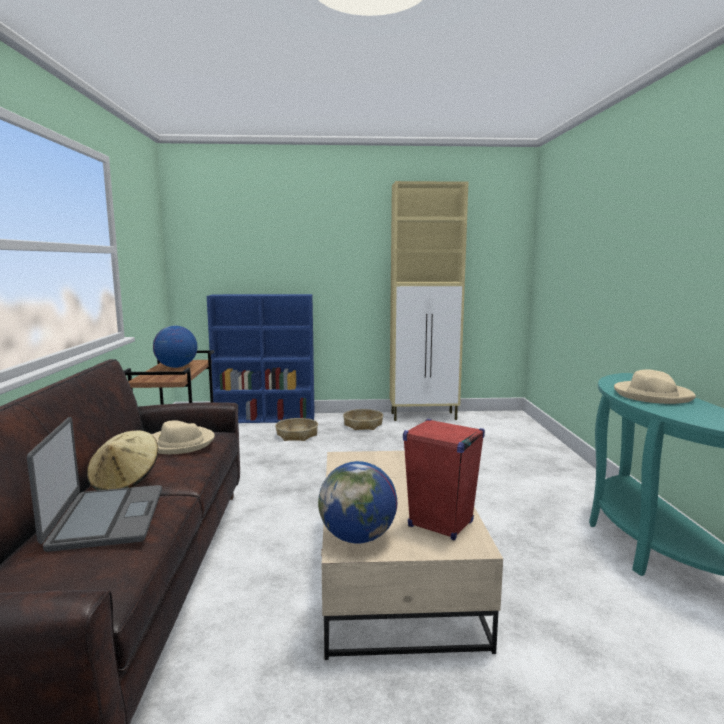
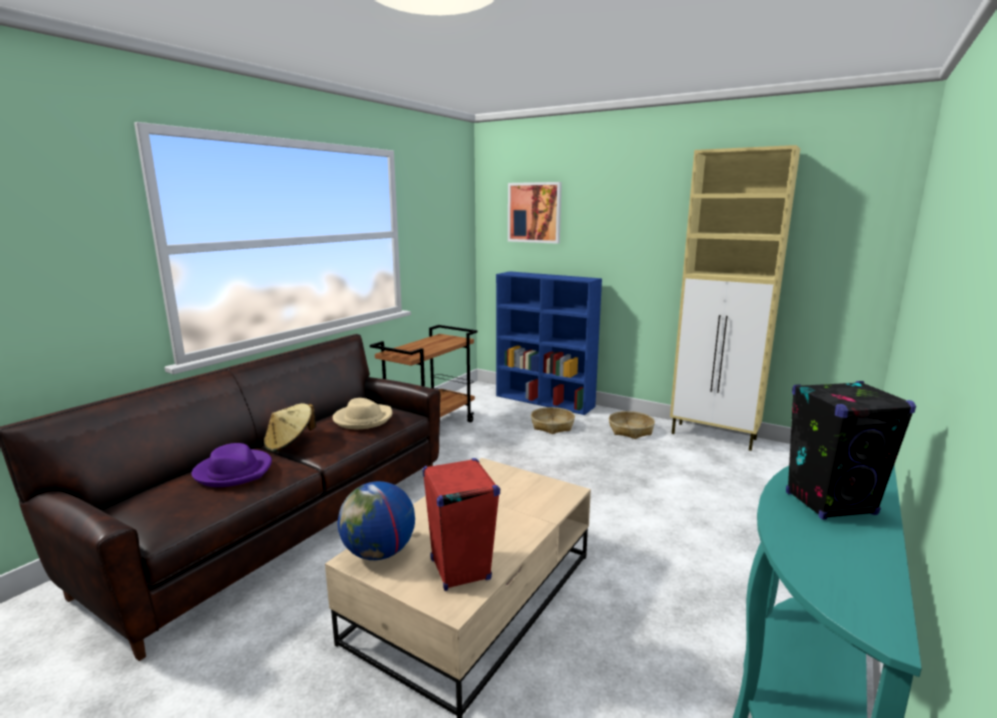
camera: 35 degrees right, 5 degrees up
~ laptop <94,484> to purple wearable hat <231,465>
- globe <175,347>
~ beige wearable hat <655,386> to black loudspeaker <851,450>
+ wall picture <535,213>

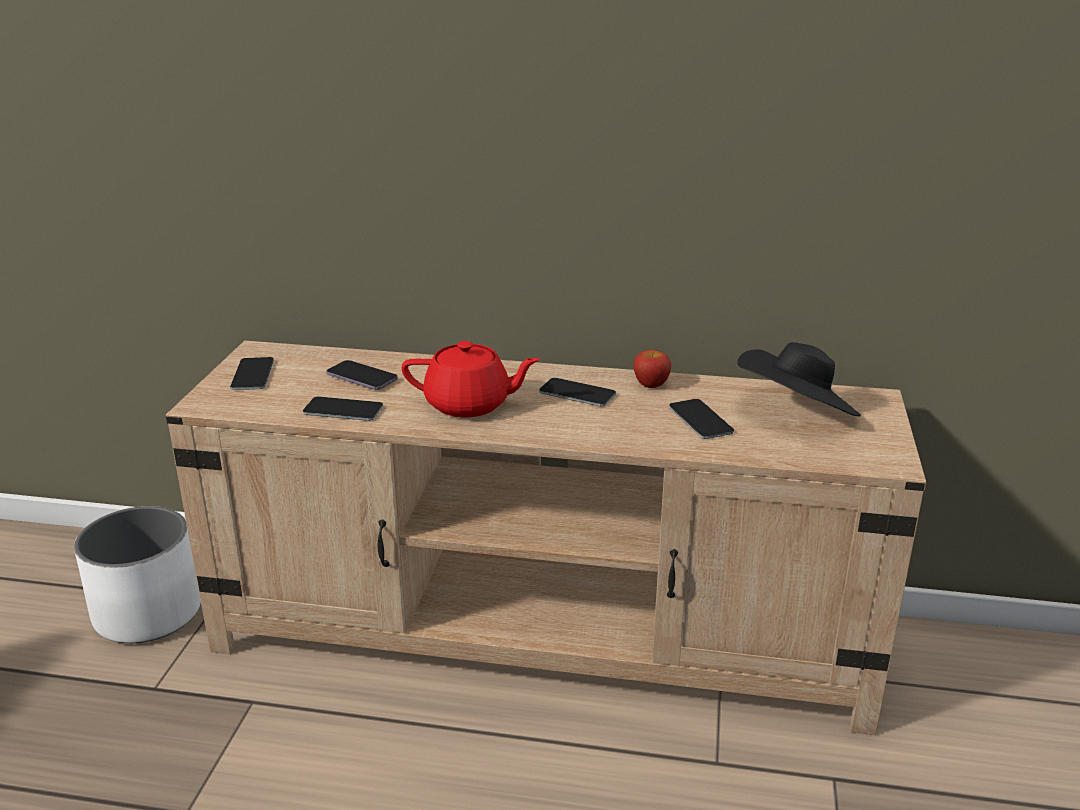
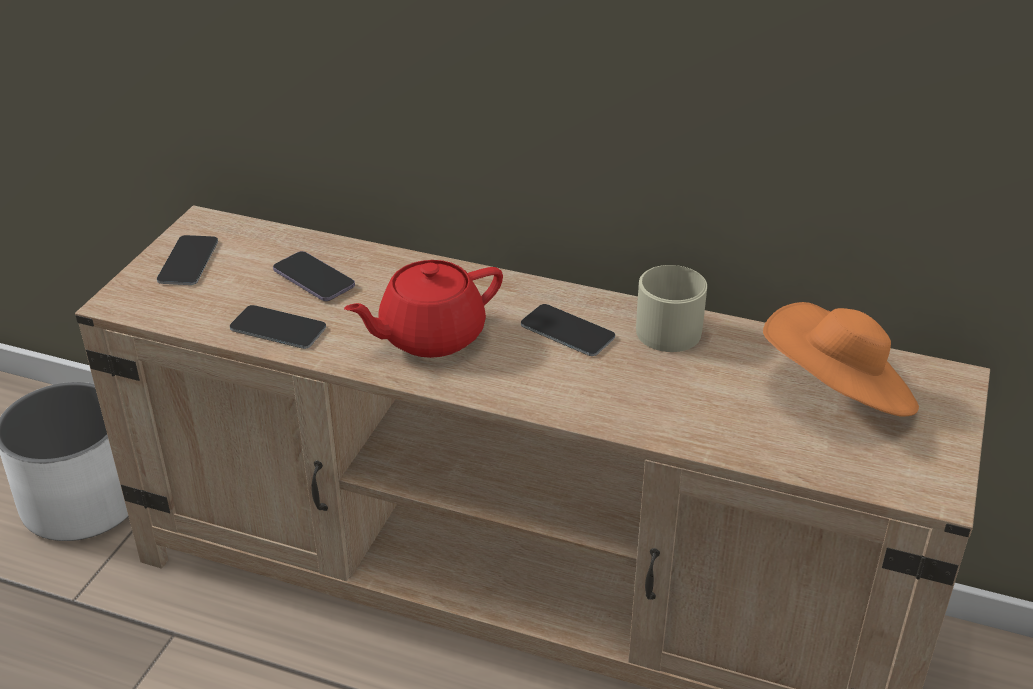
camera: 10 degrees right, 10 degrees up
~ red tea pot <470,379> = <423,309> 135 degrees clockwise
~ apple fruit <652,369> to beige tea mug <671,308>
- phone <701,419>
~ black wearable hat <799,379> to orange wearable hat <841,359>

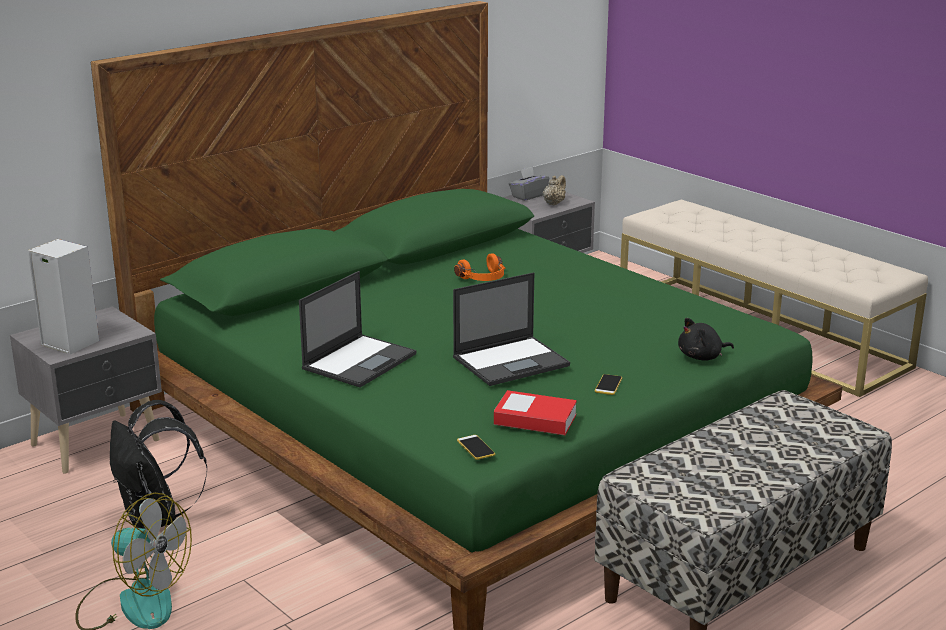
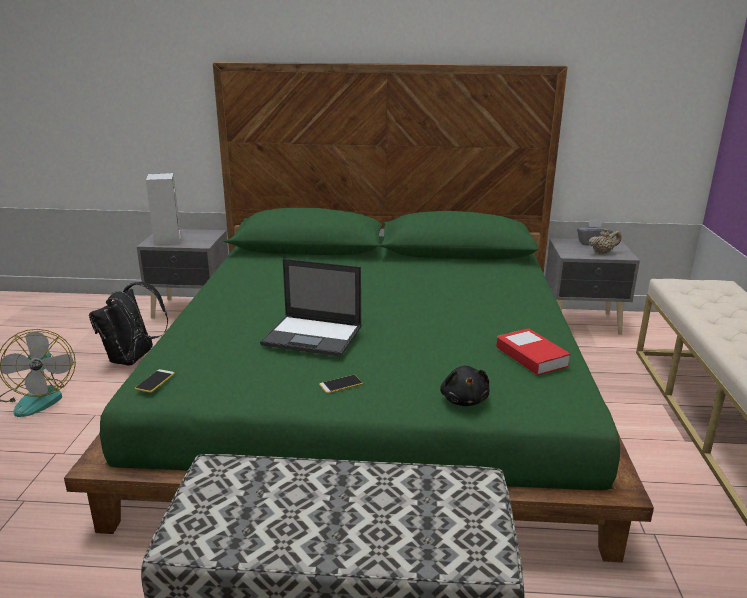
camera: 45 degrees right, 0 degrees up
- laptop <357,329>
- orange pair of headphones <479,267>
~ volume <535,412> to <533,352>
~ black soft toy <706,339> = <464,386> 120 degrees counterclockwise

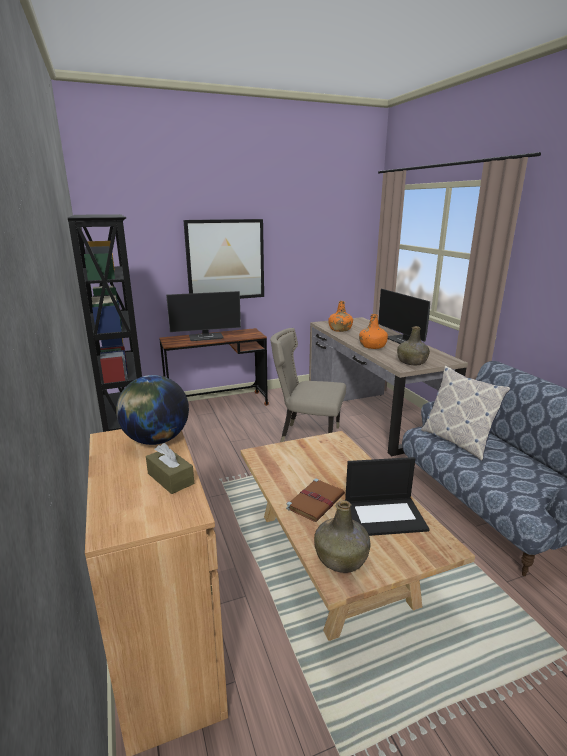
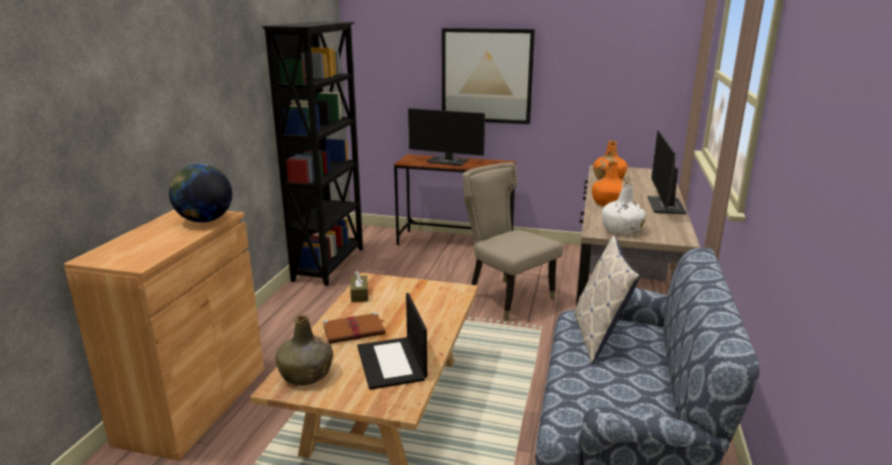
camera: 35 degrees right, 0 degrees up
~ brown tissue holder <170,468> to <359,286>
~ laptop <387,496> = <392,341> 45 degrees clockwise
~ green drink bottle <413,345> to white drink bottle <624,208>

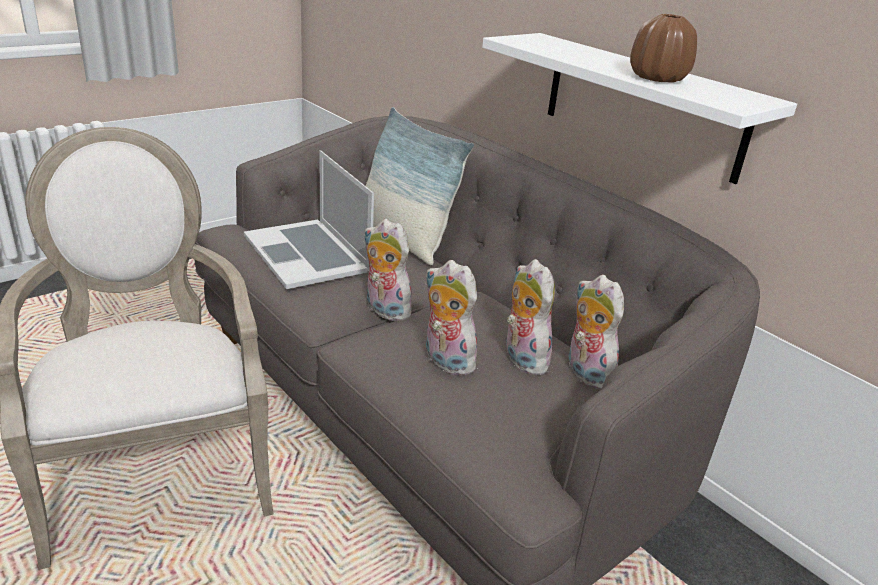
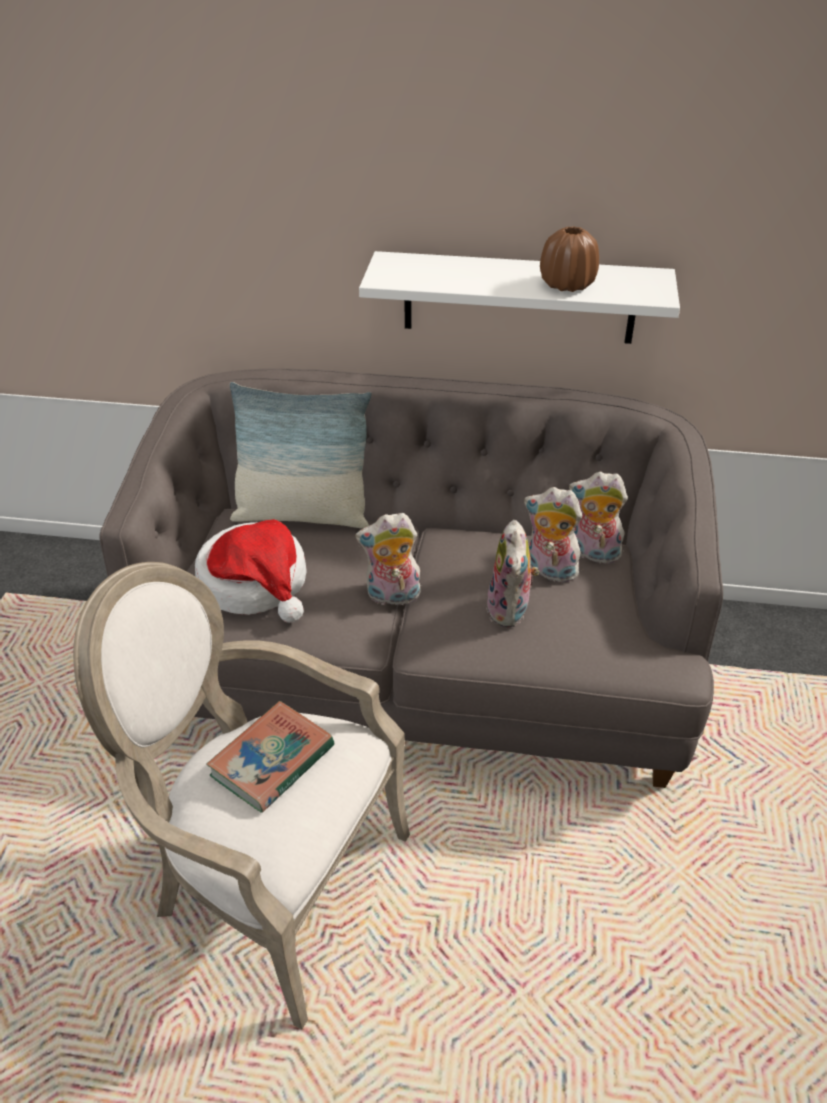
camera: 40 degrees left, 10 degrees up
~ laptop <309,219> to wearable hat <250,571>
~ soft toy <453,318> = <512,573> 90 degrees counterclockwise
+ volume <270,757>

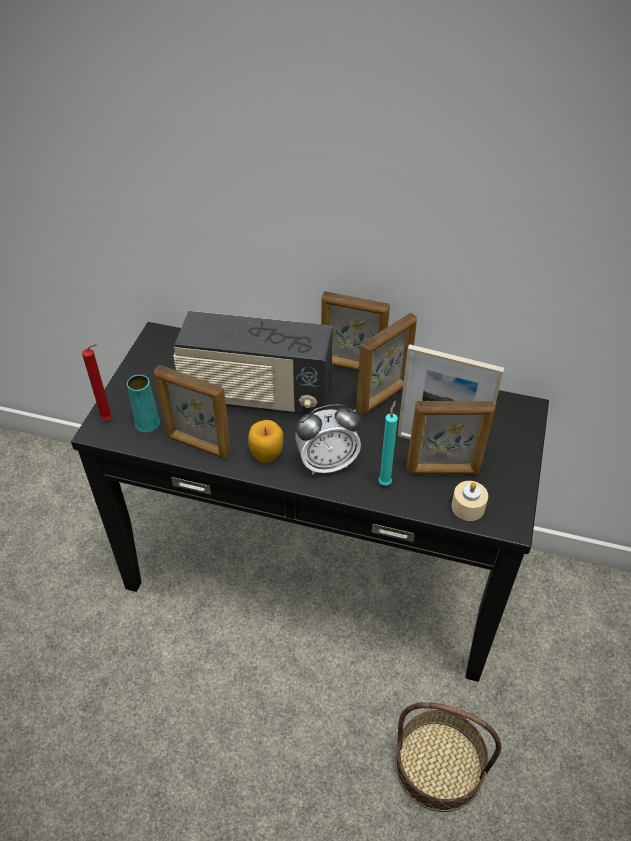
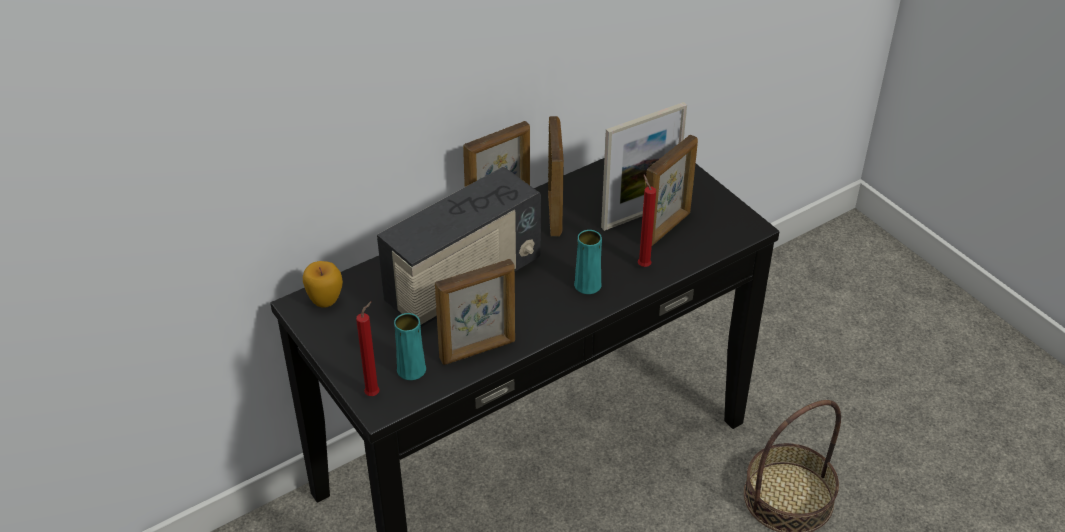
camera: 50 degrees left, 5 degrees down
~ apple fruit <266,441> to <323,284>
~ alarm clock <328,439> to blue-green vase <588,262>
~ blue-green wax light <388,443> to red wax light <647,221>
- beige wax light <469,501>

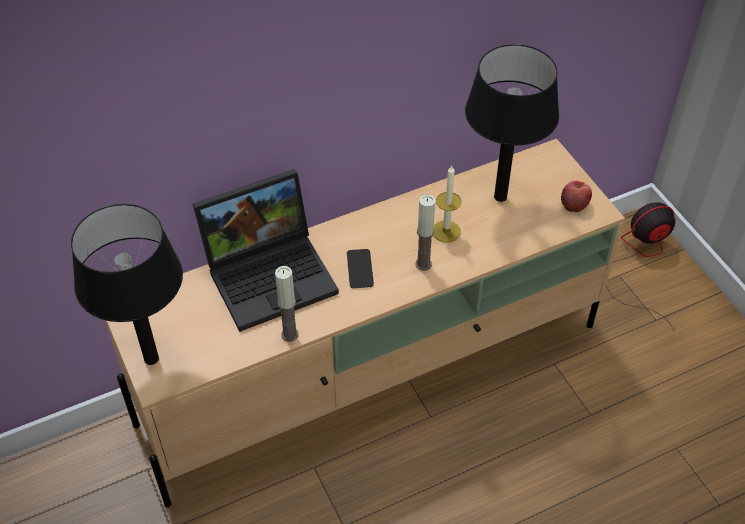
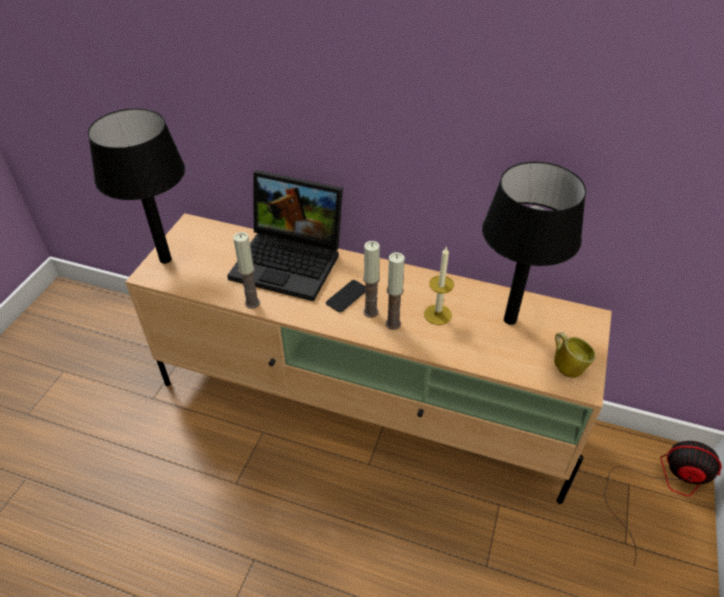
camera: 45 degrees right, 5 degrees down
~ apple fruit <576,196> to tea mug <575,355>
+ wax light <371,279>

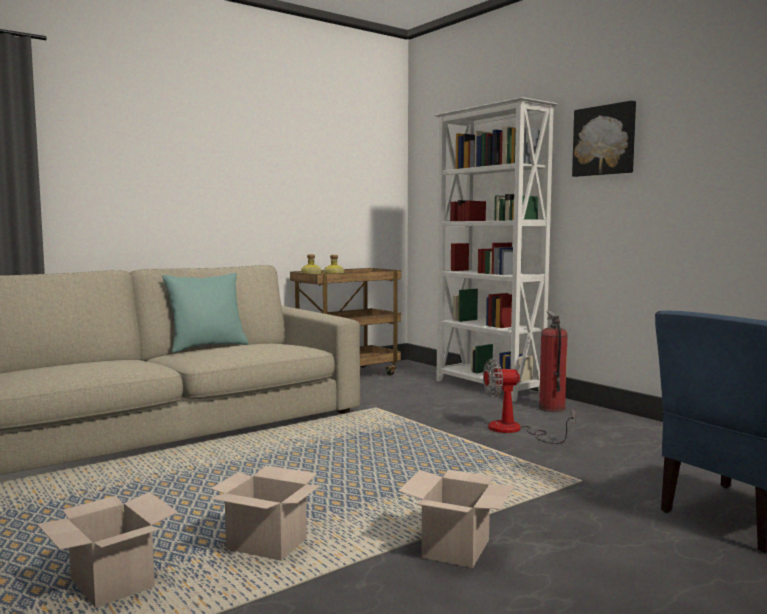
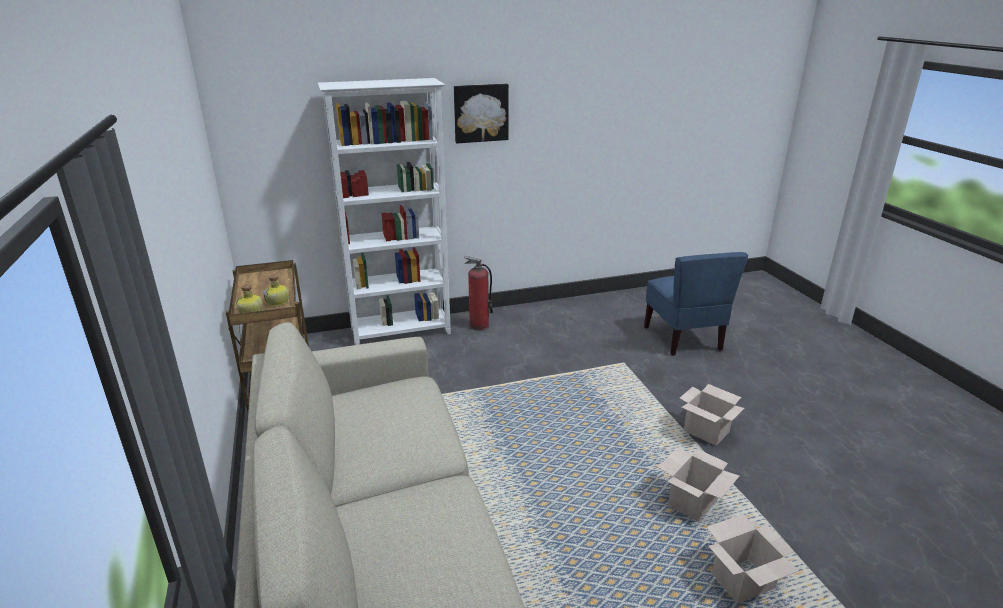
camera: 70 degrees left, 20 degrees up
- blue-green pillow <205,313>
- fan <529,401>

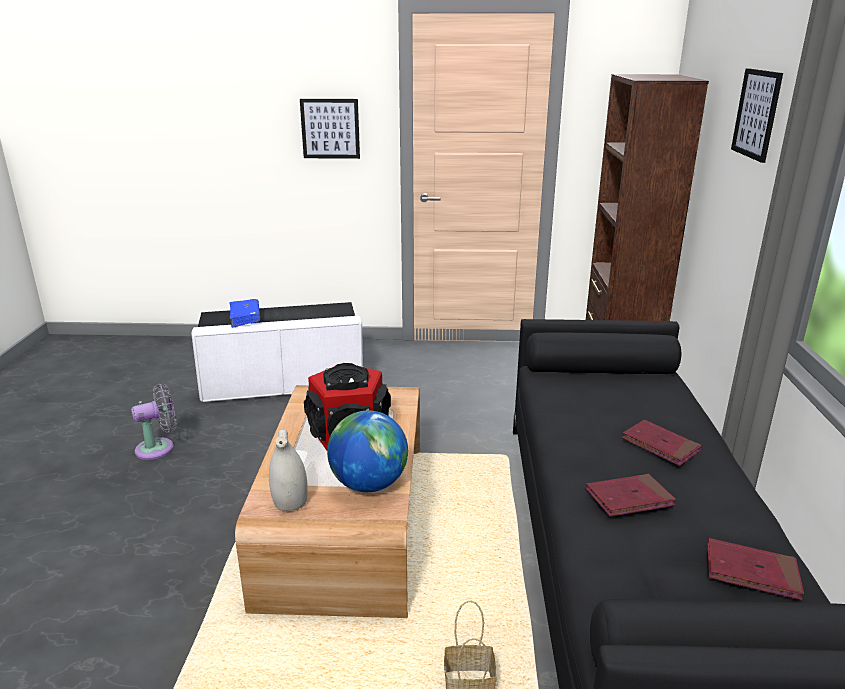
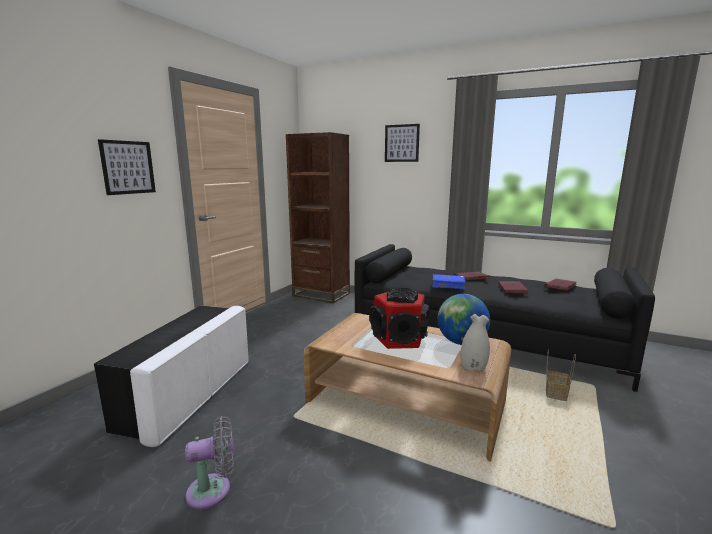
camera: 65 degrees left, 10 degrees down
~ gray fan <154,422> = <209,462> 75 degrees clockwise
~ blue volume <245,313> to <449,282>

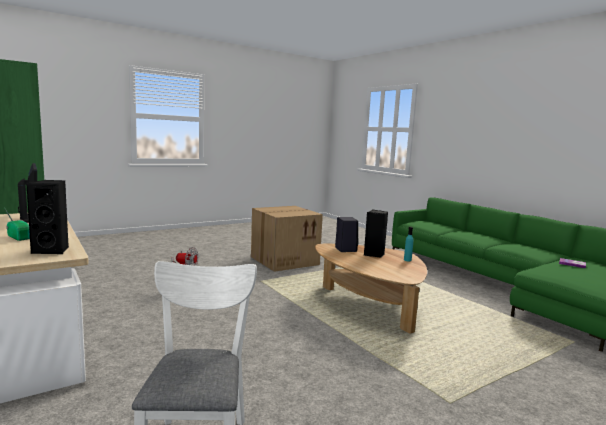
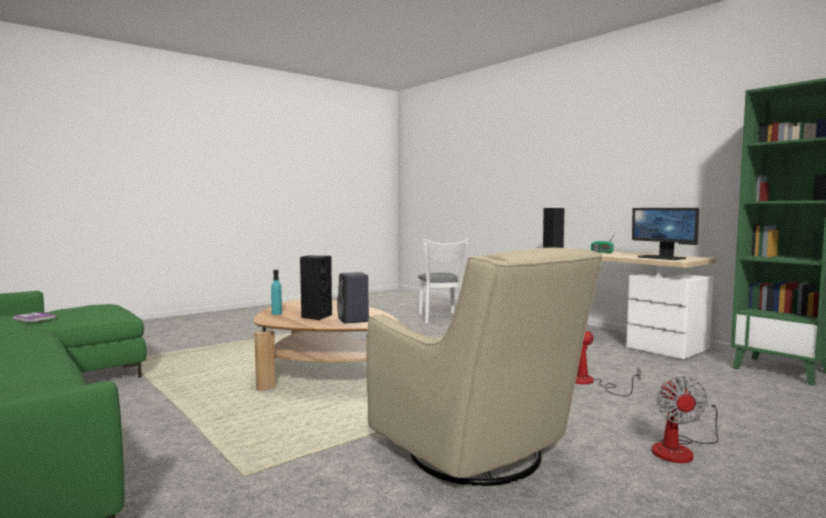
camera: 175 degrees right, 5 degrees down
~ cardboard box <287,239> to beige armchair <484,366>
+ fan <685,419>

